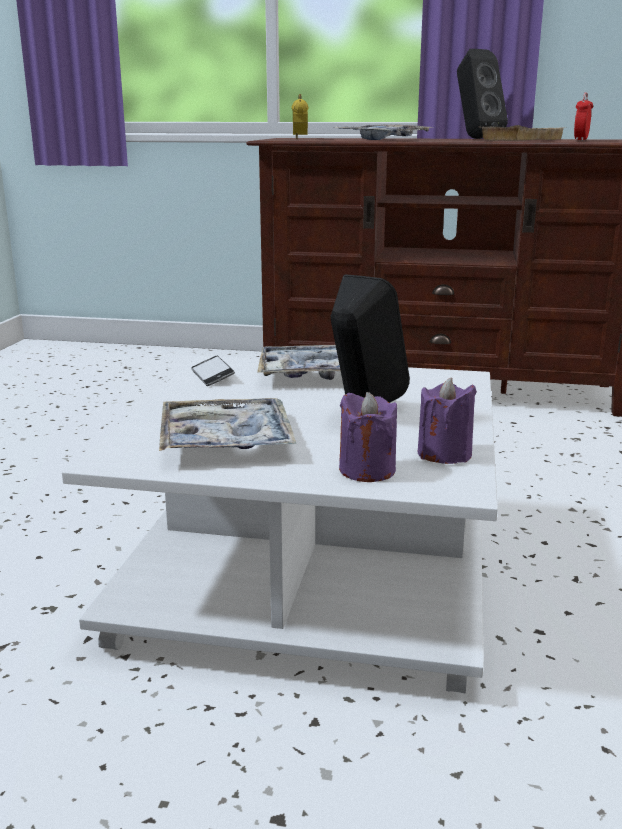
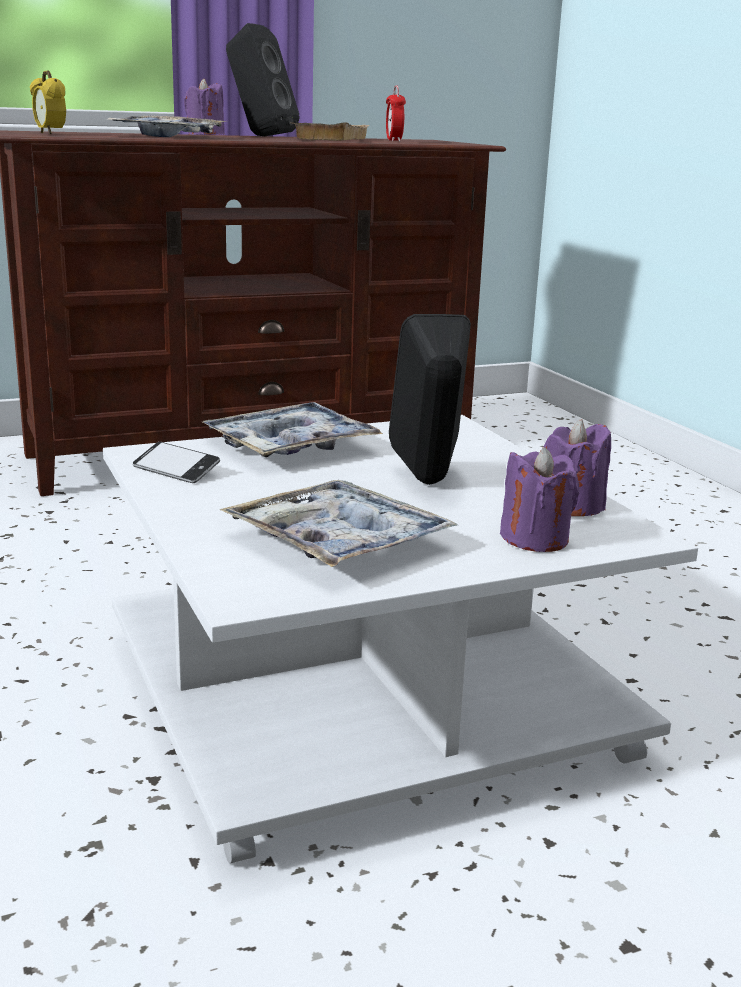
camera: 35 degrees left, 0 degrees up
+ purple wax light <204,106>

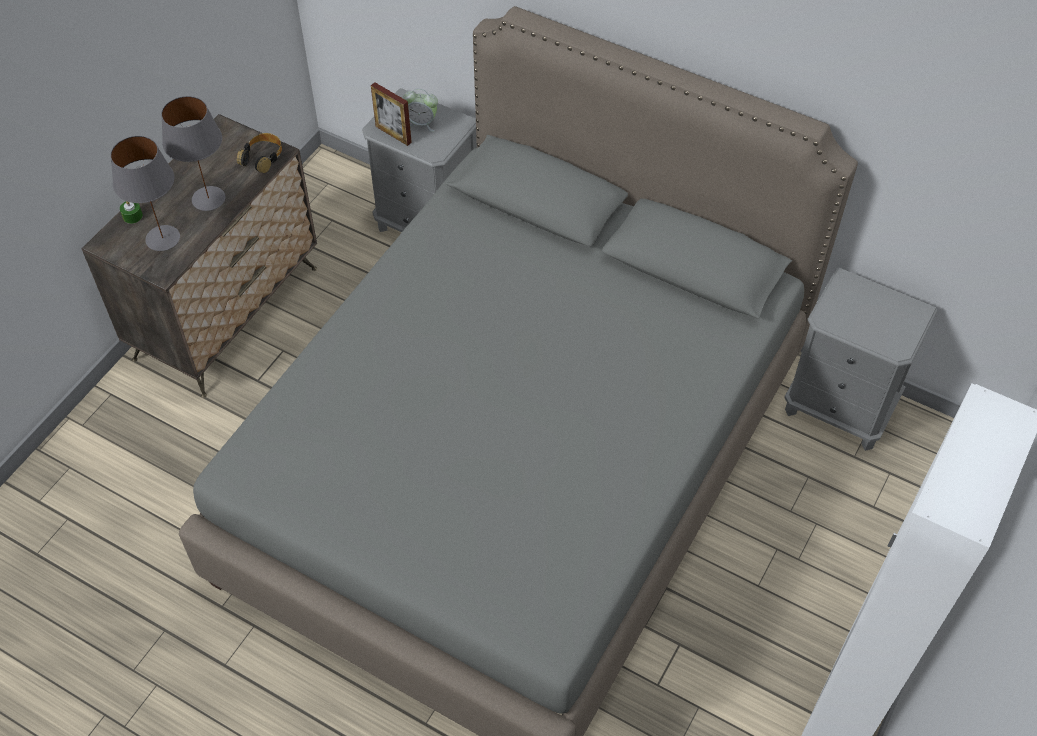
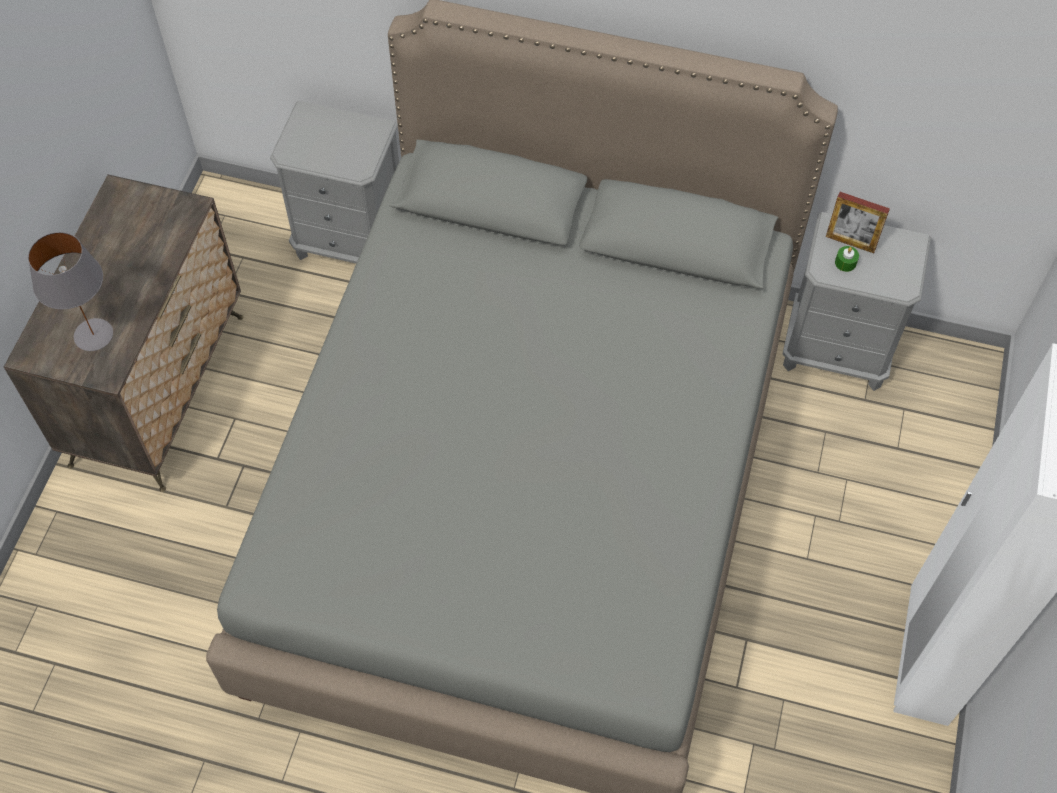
camera: 15 degrees left, 5 degrees up
~ green wax light <131,212> to <847,259>
- gray lamp for a table <193,153>
- pair of headphones <259,153>
~ photo frame <391,114> to <858,222>
- alarm clock <420,110>

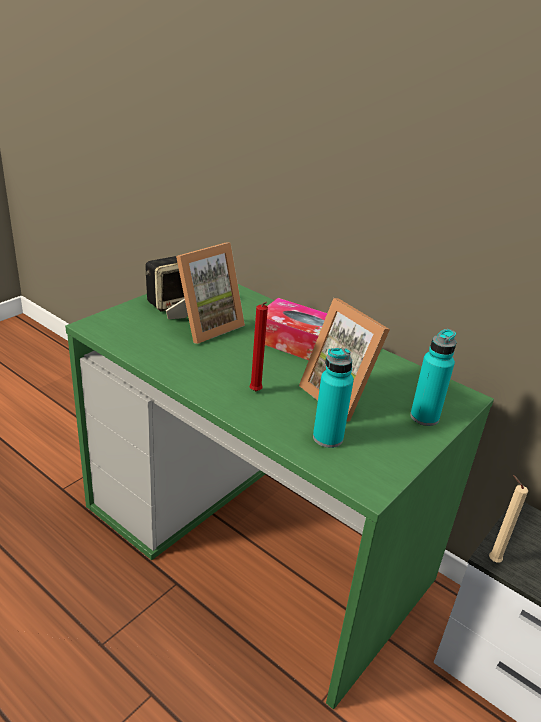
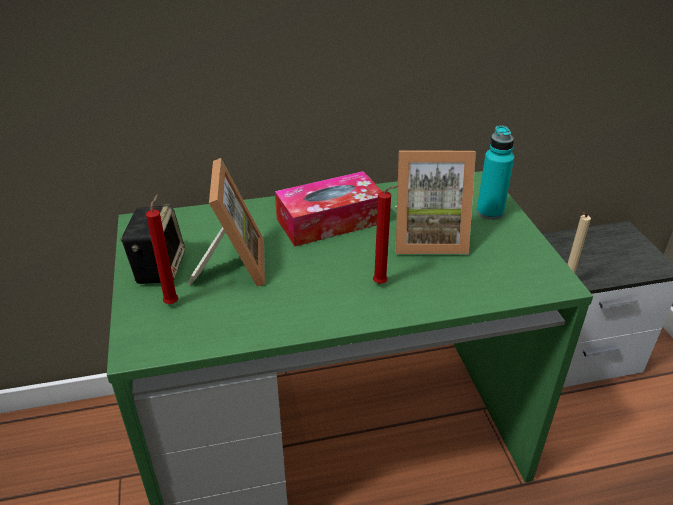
camera: 50 degrees left, 5 degrees up
- blue-green drink bottle <333,398>
+ red wax light <162,249>

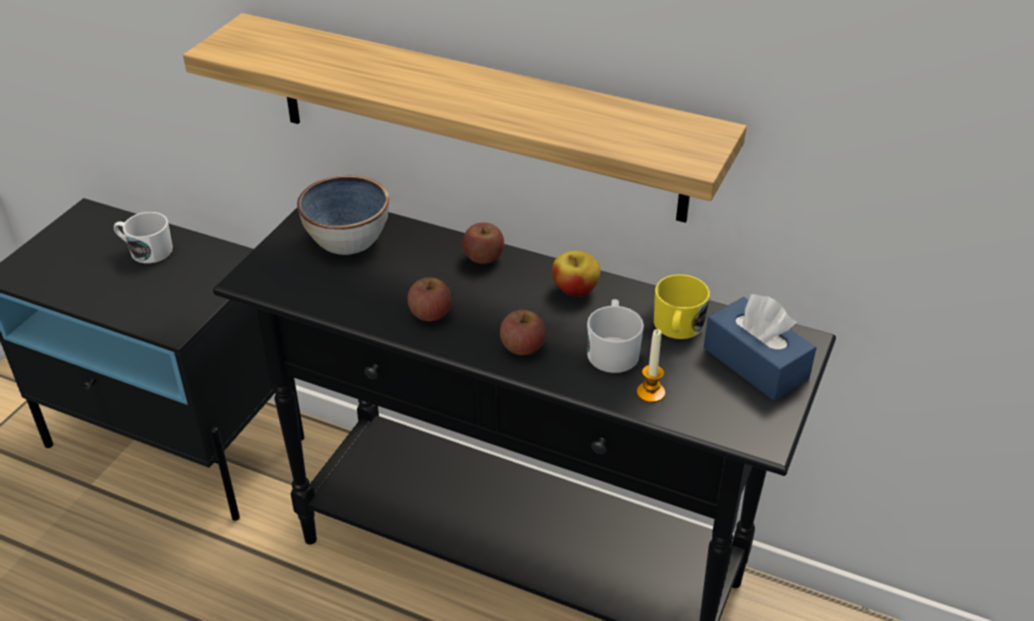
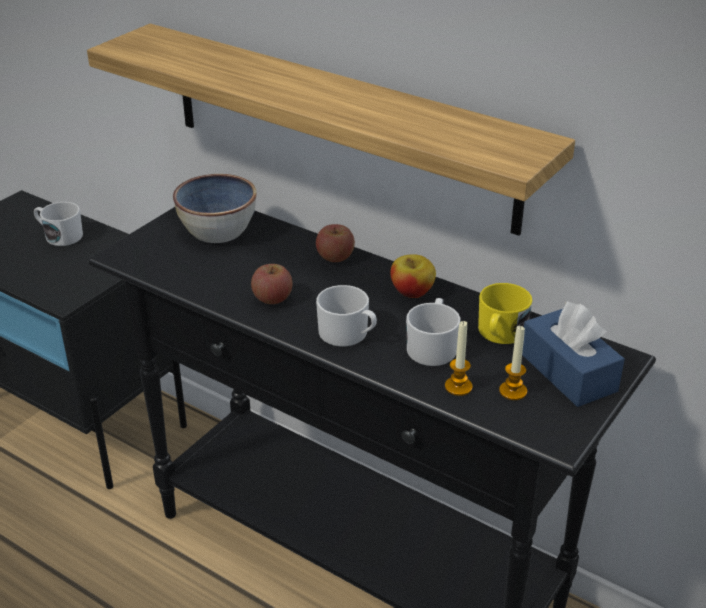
camera: 10 degrees right, 5 degrees down
~ apple fruit <523,332> to white tea mug <346,315>
+ wax light <513,363>

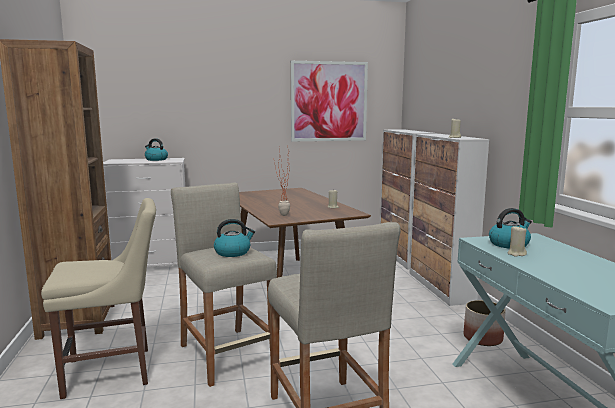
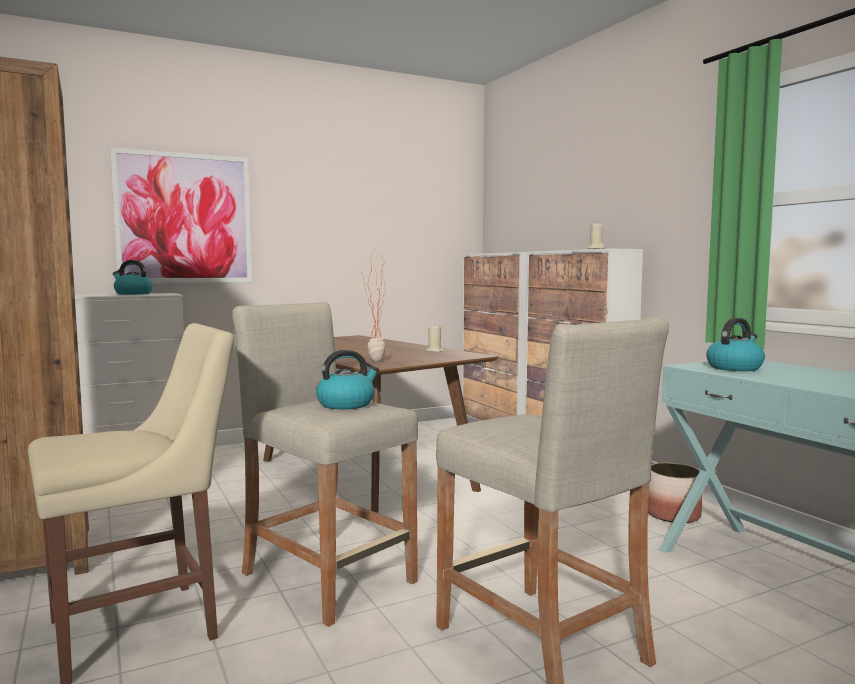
camera: 15 degrees left, 5 degrees down
~ wall picture <329,101> to <181,215>
- beige wax light <517,241>

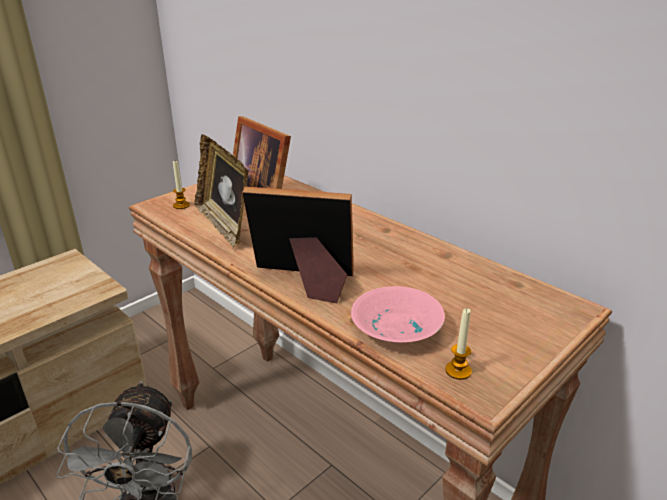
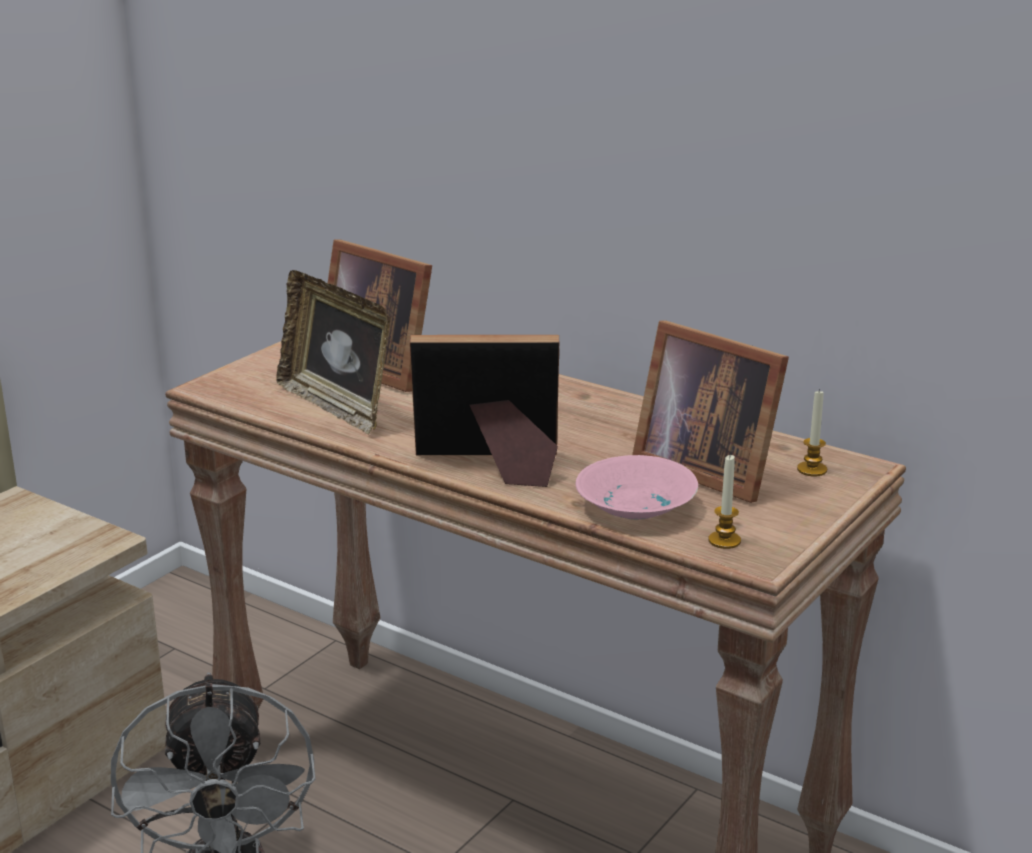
camera: 10 degrees left, 5 degrees down
~ wax light <181,185> to <812,433>
+ photo frame <710,412>

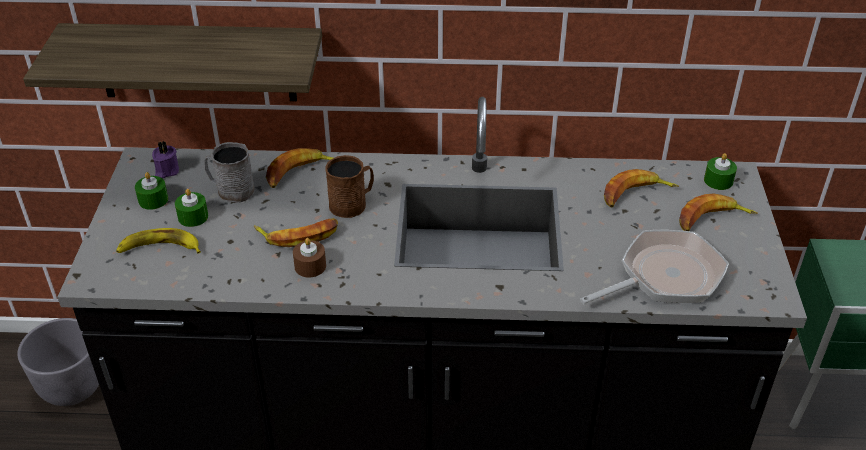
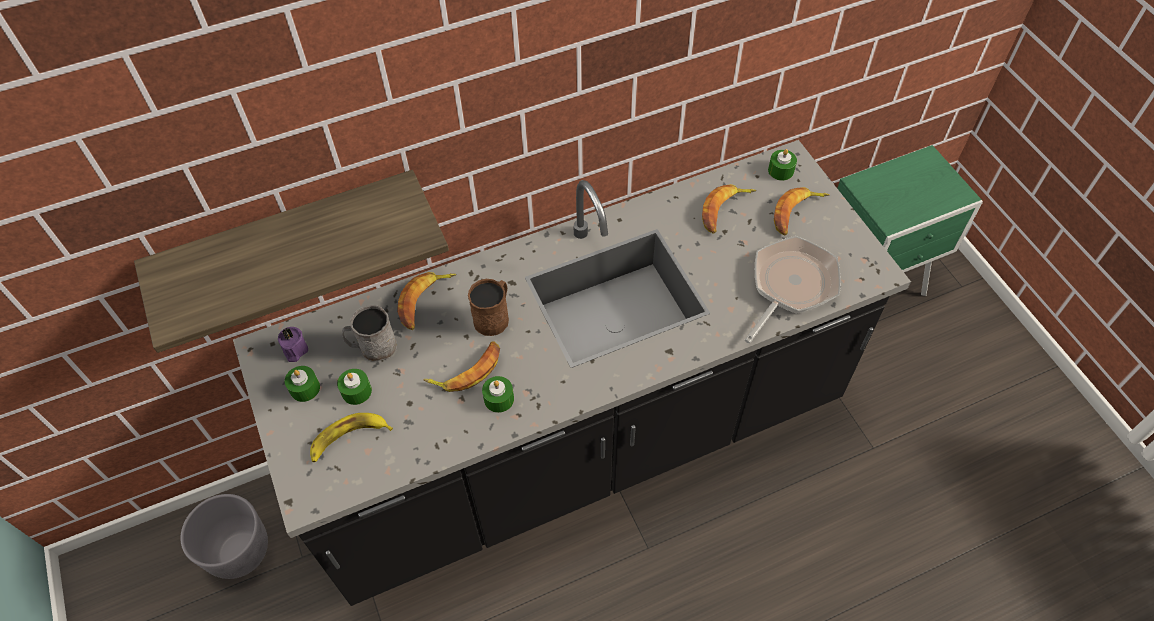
camera: 25 degrees left, 15 degrees up
~ brown wax light <309,257> to green wax light <498,394>

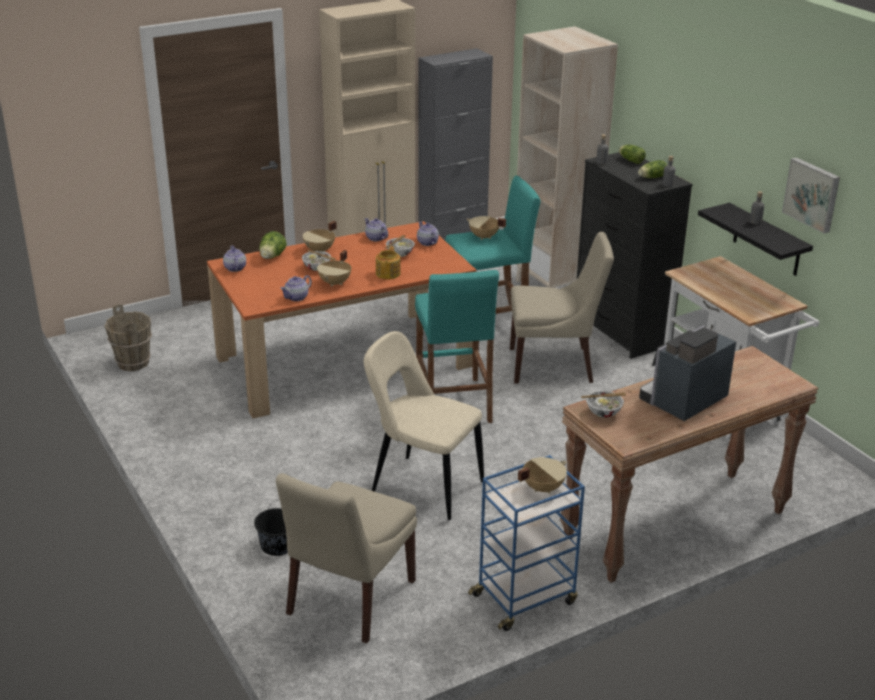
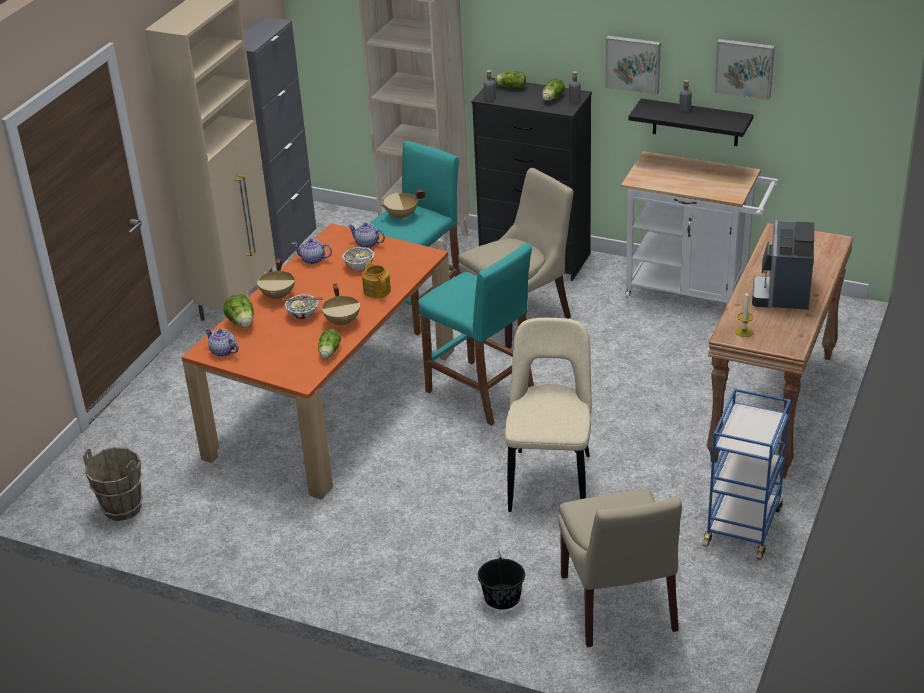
camera: 35 degrees left, 5 degrees up
~ tea pot <296,288> to lettuce head <329,344>
~ beige plain chair <424,425> = <548,415> 105 degrees clockwise
- beige cooking pot <542,475>
~ bowl <603,404> to wax light <744,314>
+ wall picture <633,65>

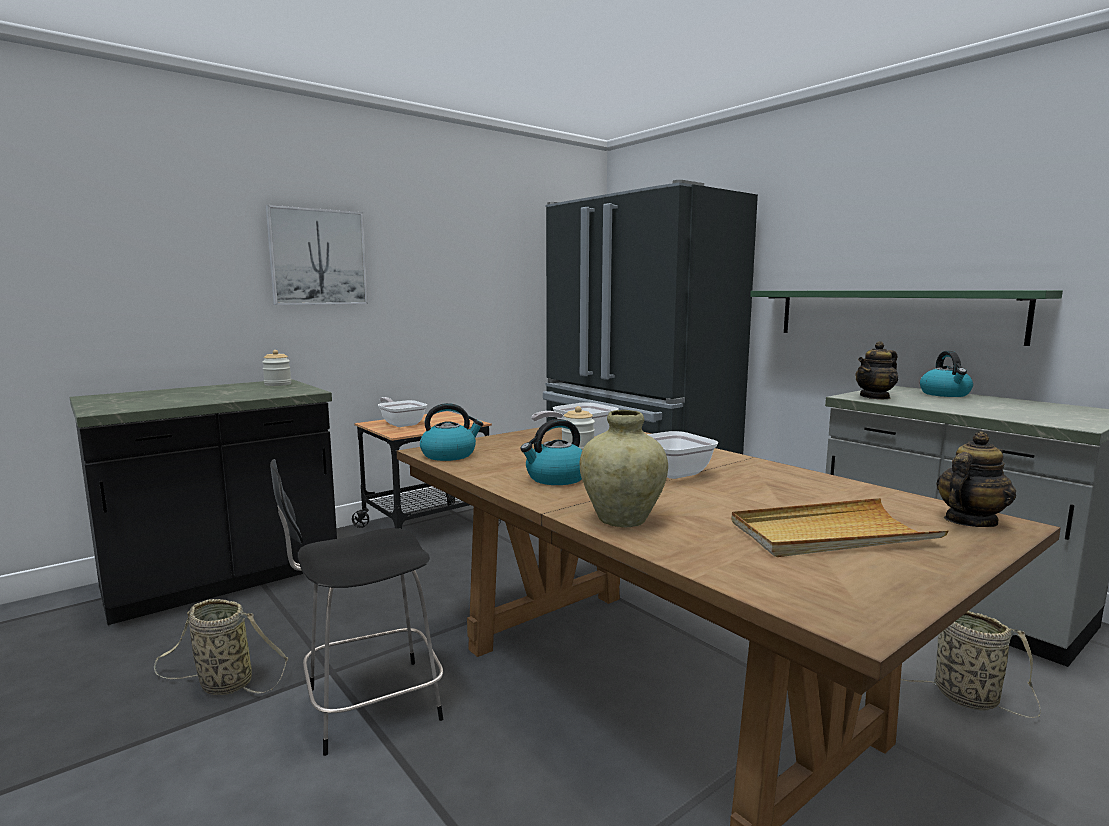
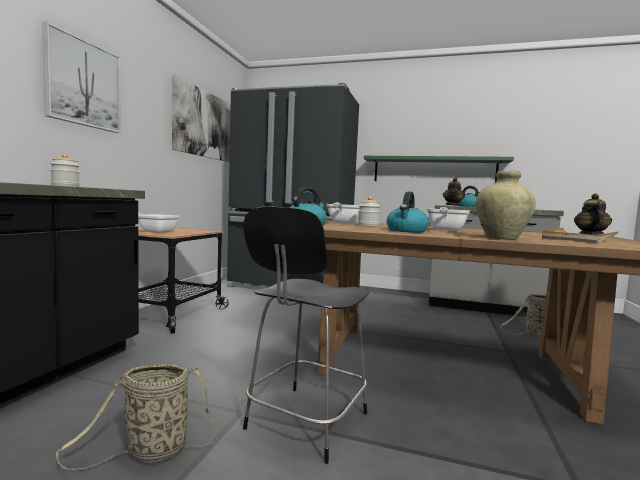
camera: 35 degrees left, 5 degrees down
+ wall picture <201,118>

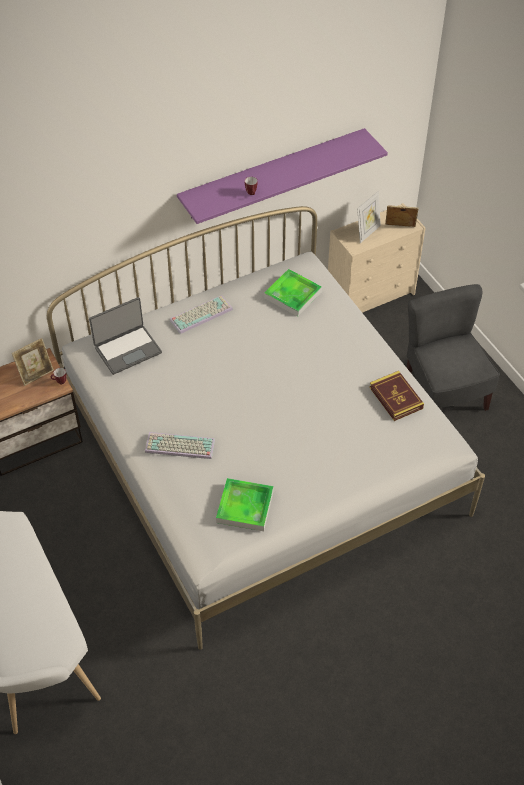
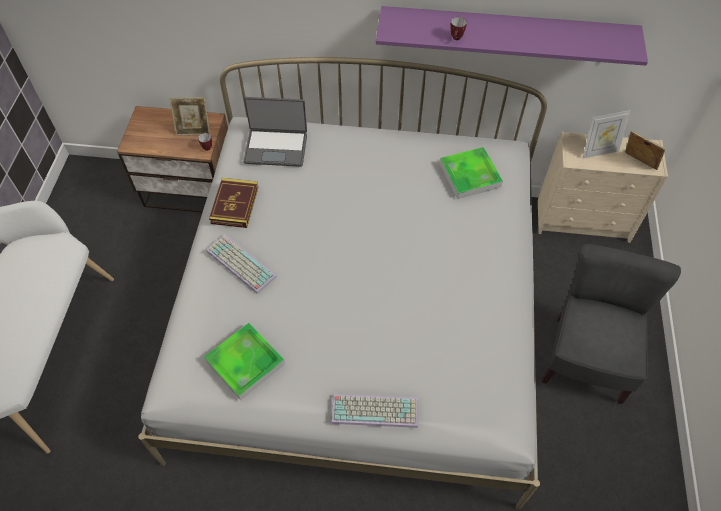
camera: 35 degrees right, 5 degrees up
~ computer keyboard <201,314> to <374,411>
~ volume <396,396> to <233,203>

